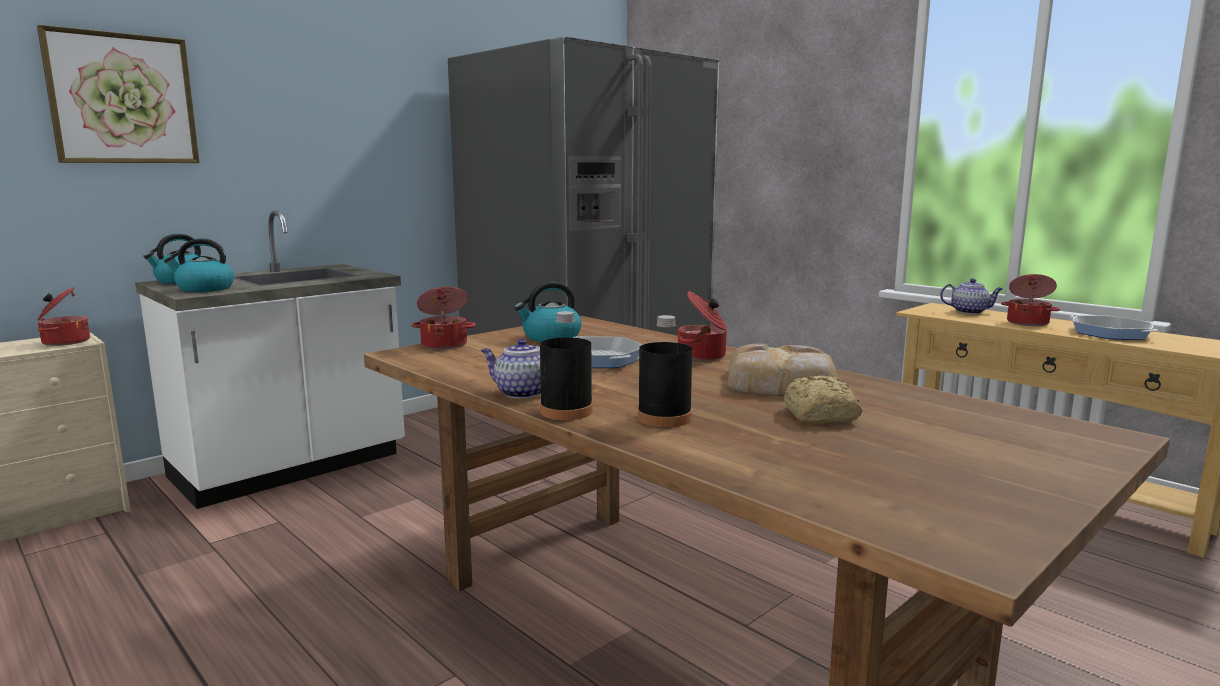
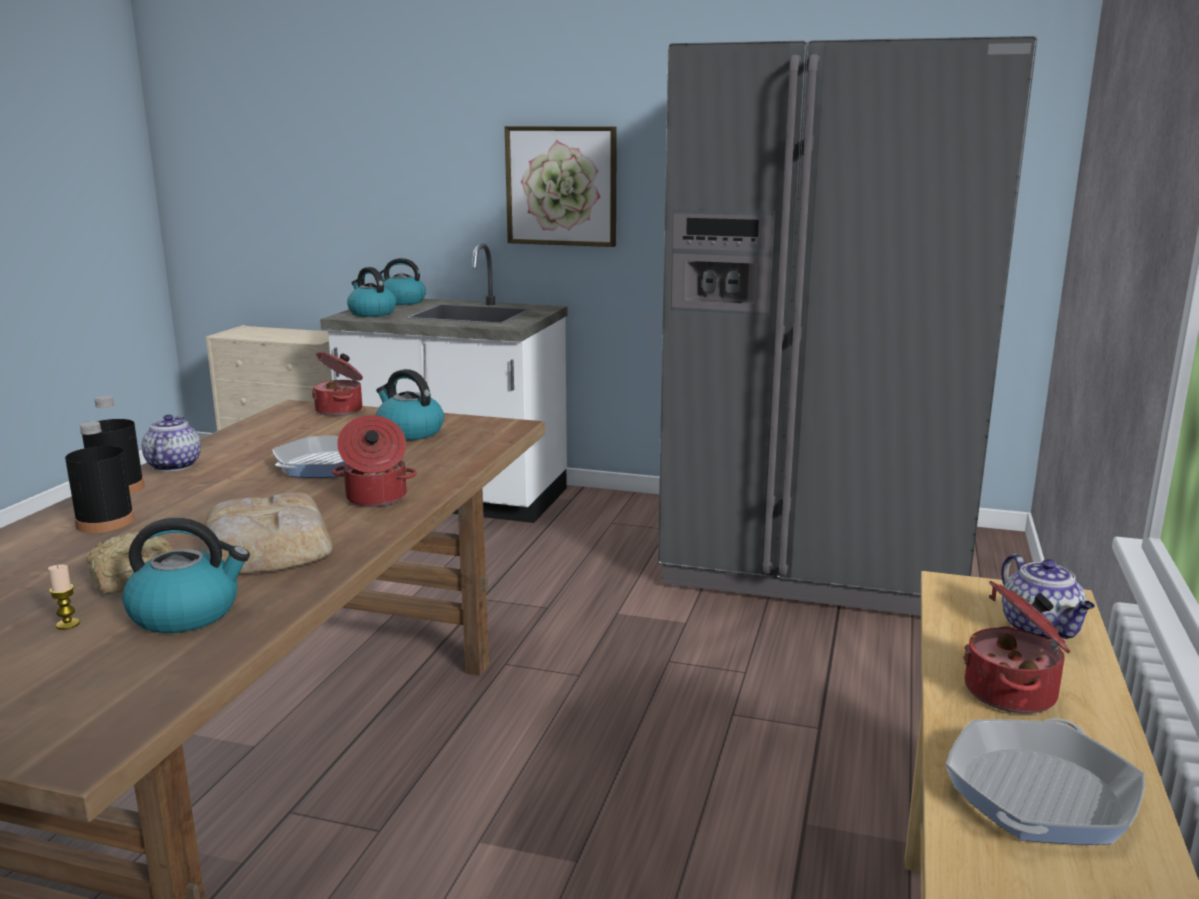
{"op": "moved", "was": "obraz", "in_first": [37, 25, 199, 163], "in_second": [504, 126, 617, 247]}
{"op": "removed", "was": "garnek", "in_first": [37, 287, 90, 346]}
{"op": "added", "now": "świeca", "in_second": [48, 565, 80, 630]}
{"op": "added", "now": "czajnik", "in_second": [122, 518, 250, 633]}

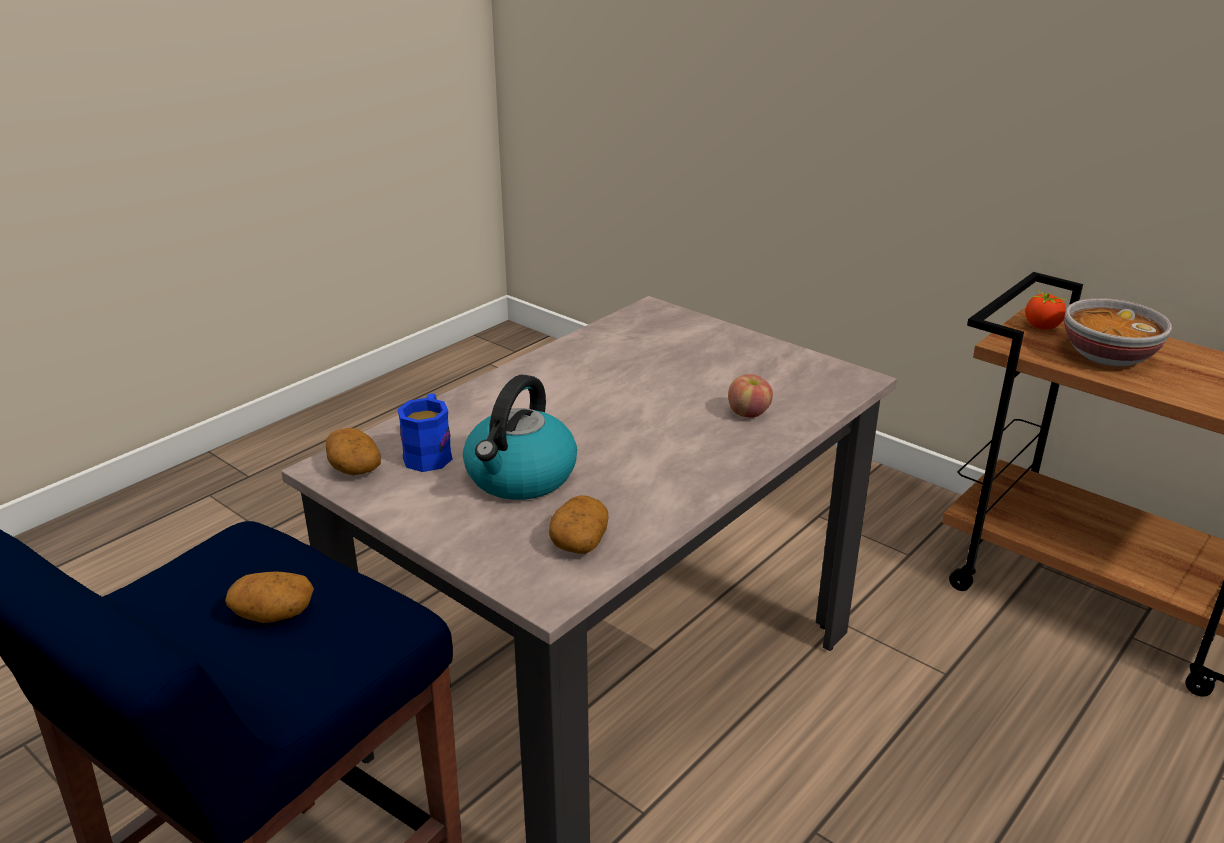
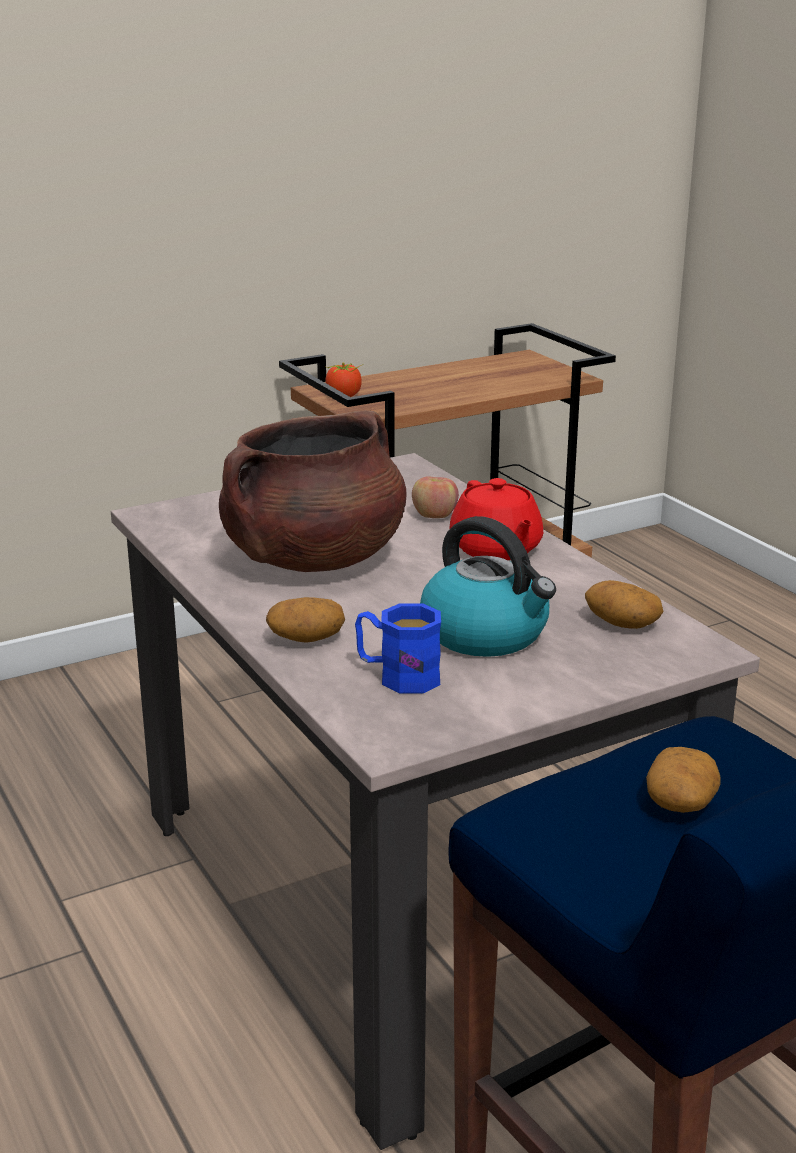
{"op": "moved", "was": "ziemniak", "in_first": [326, 428, 381, 475], "in_second": [266, 597, 345, 643]}
{"op": "removed", "was": "miska", "in_first": [1064, 298, 1172, 366]}
{"op": "added", "now": "garnek/brązowy", "in_second": [219, 411, 407, 572]}
{"op": "added", "now": "imbryk/czerwony", "in_second": [449, 478, 543, 560]}

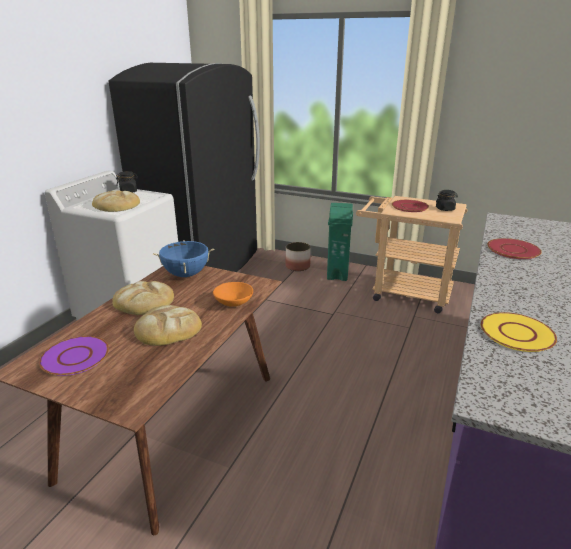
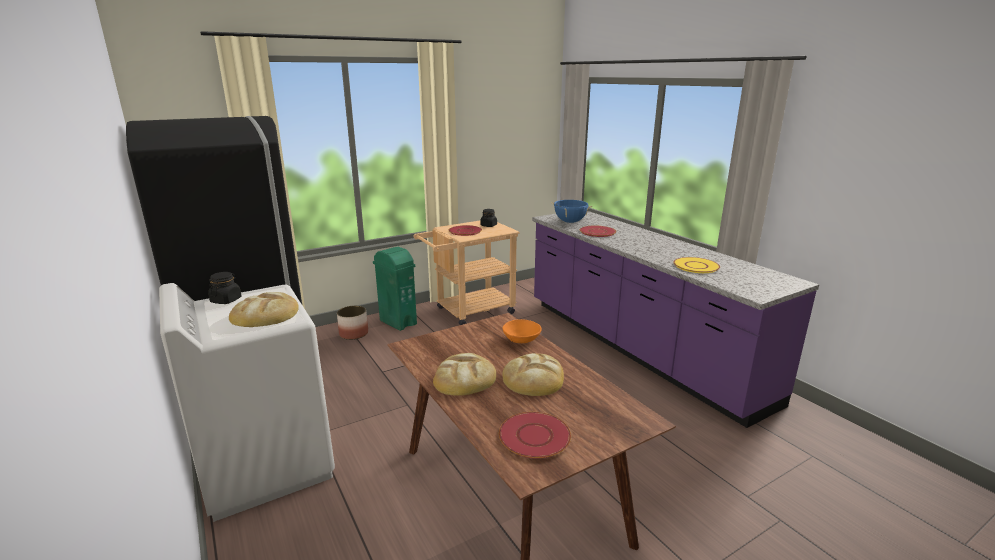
{"op": "recoloured", "was": "talerz/fioletowy", "now": "talerz/czerwony", "in_first": [39, 336, 109, 376], "in_second": [499, 412, 571, 458]}
{"op": "moved", "was": "garnek/niebieski", "in_first": [153, 240, 214, 277], "in_second": [551, 200, 592, 223]}

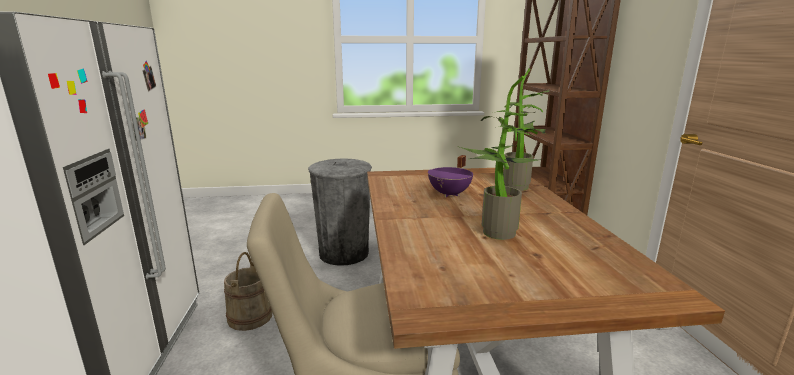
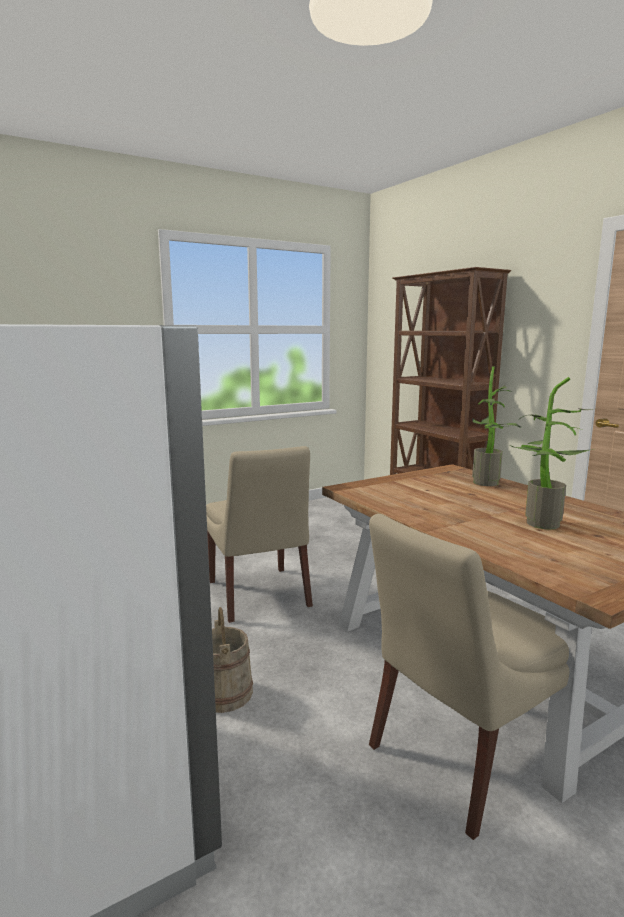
{"op": "replaced", "was": "kosz na śmieci/szary", "now": "krzesło/beżowy", "in_first": [308, 158, 372, 266], "in_second": [206, 446, 313, 623]}
{"op": "removed", "was": "garnek/fioletowy", "in_first": [428, 155, 473, 197]}

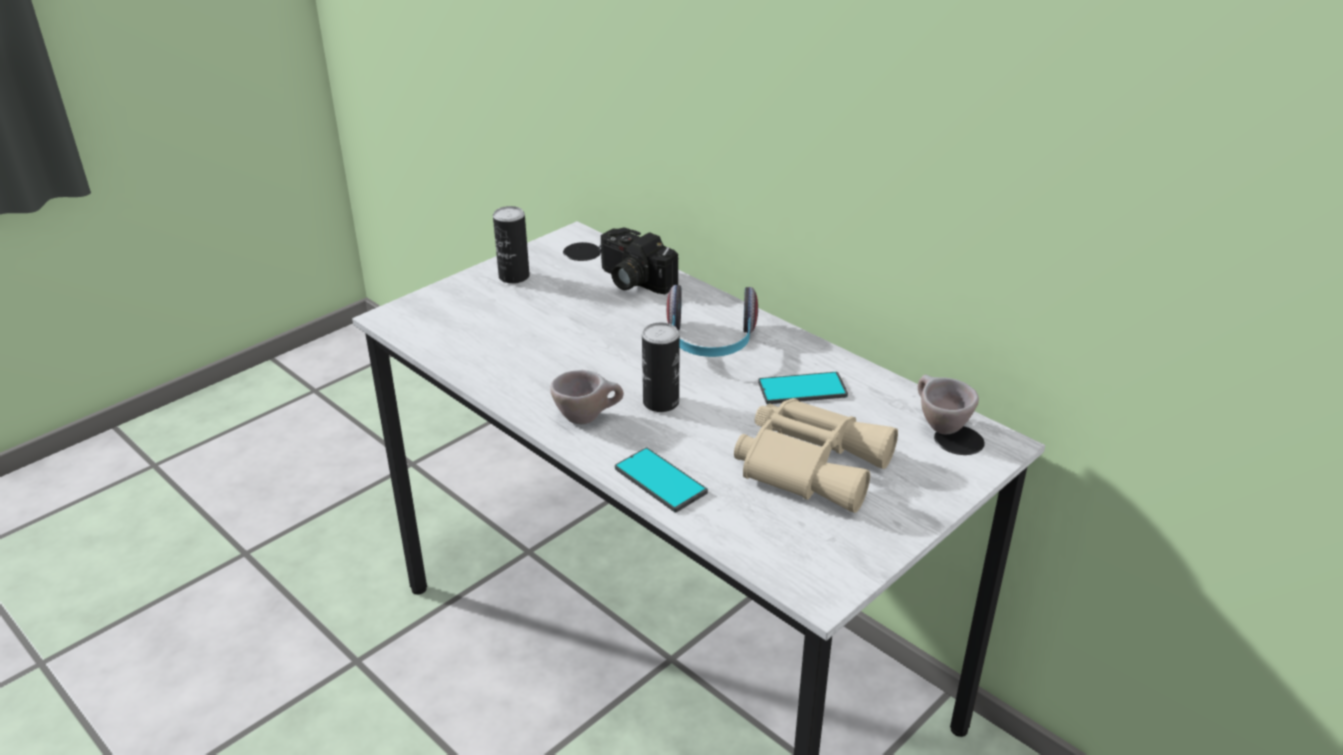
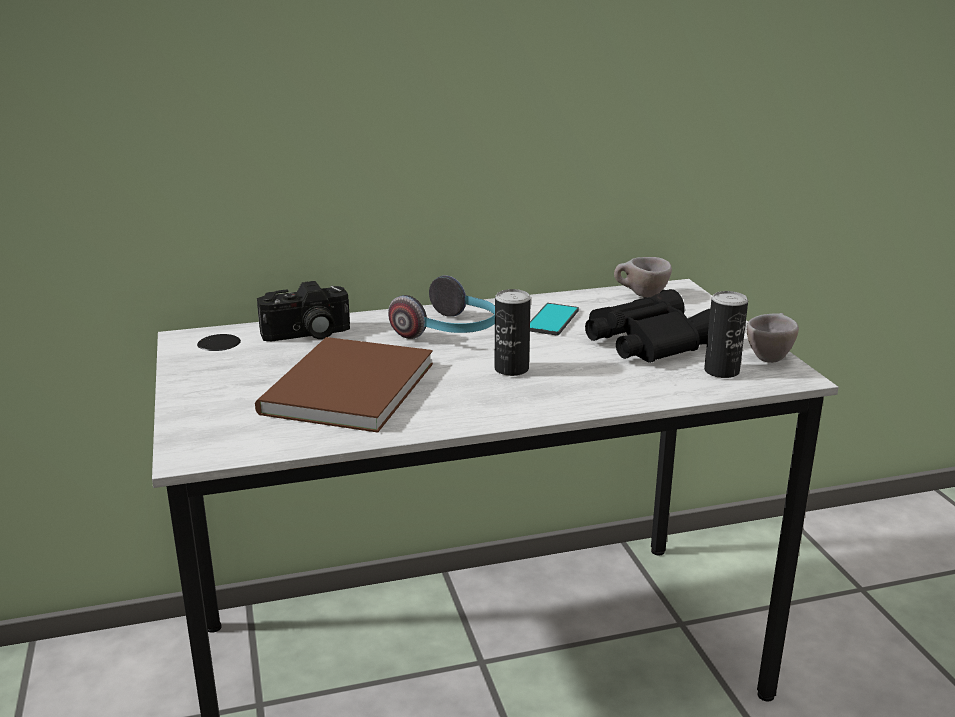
{"op": "moved", "was": "puszka", "in_first": [493, 206, 530, 284], "in_second": [704, 291, 748, 378]}
{"op": "moved", "was": "filiżanka/beżowy", "in_first": [550, 370, 624, 424], "in_second": [747, 313, 799, 363]}
{"op": "removed", "was": "telefon", "in_first": [615, 448, 708, 512]}
{"op": "recoloured", "was": "lornetka/beżowy", "now": "lornetka/czarny", "in_first": [734, 398, 898, 513], "in_second": [585, 289, 711, 363]}
{"op": "added", "now": "książka/brązowy", "in_second": [255, 337, 433, 433]}

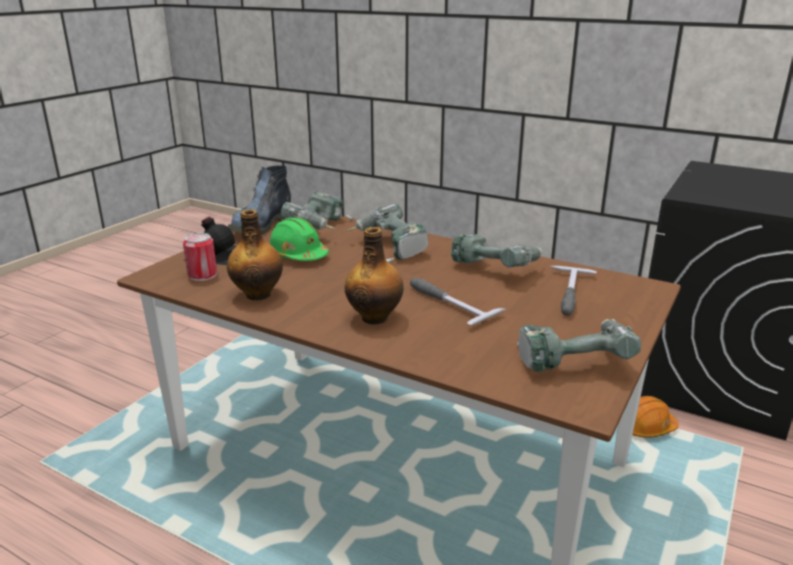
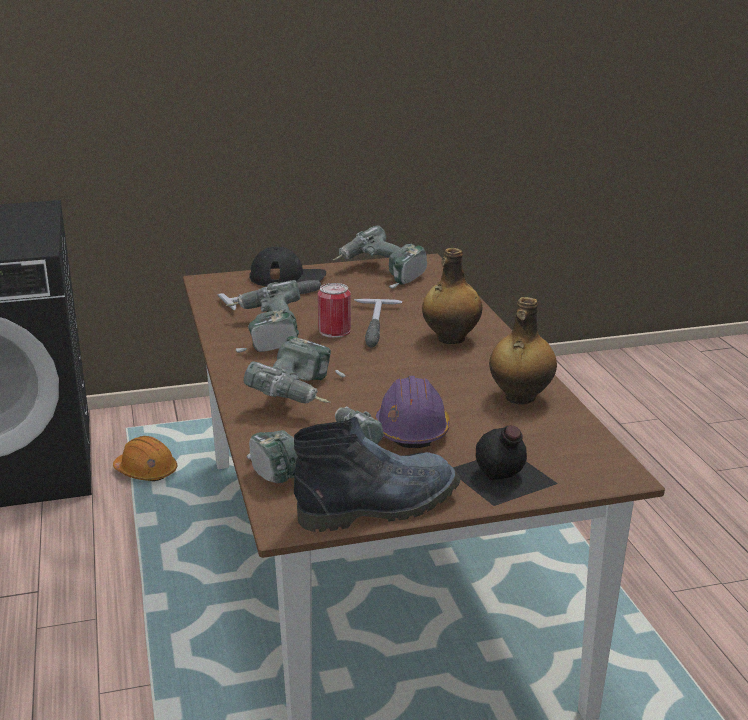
{"op": "moved", "was": "puszka", "in_first": [183, 233, 217, 281], "in_second": [318, 283, 351, 338]}
{"op": "recoloured", "was": "kask/zielony", "now": "kask/fioletowy", "in_first": [269, 217, 329, 261], "in_second": [375, 376, 450, 449]}
{"op": "added", "now": "czapka z daszkiem/czarny", "in_second": [249, 247, 326, 287]}

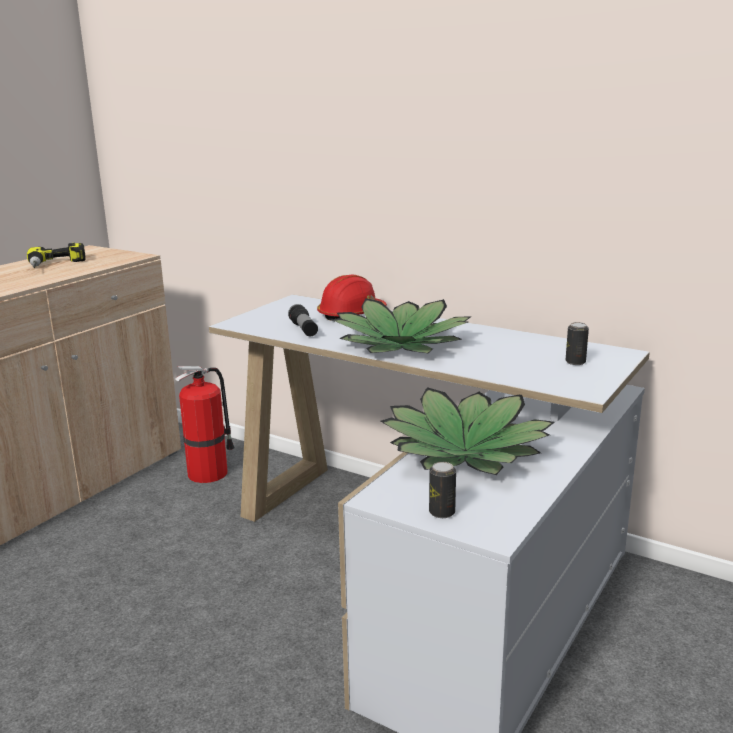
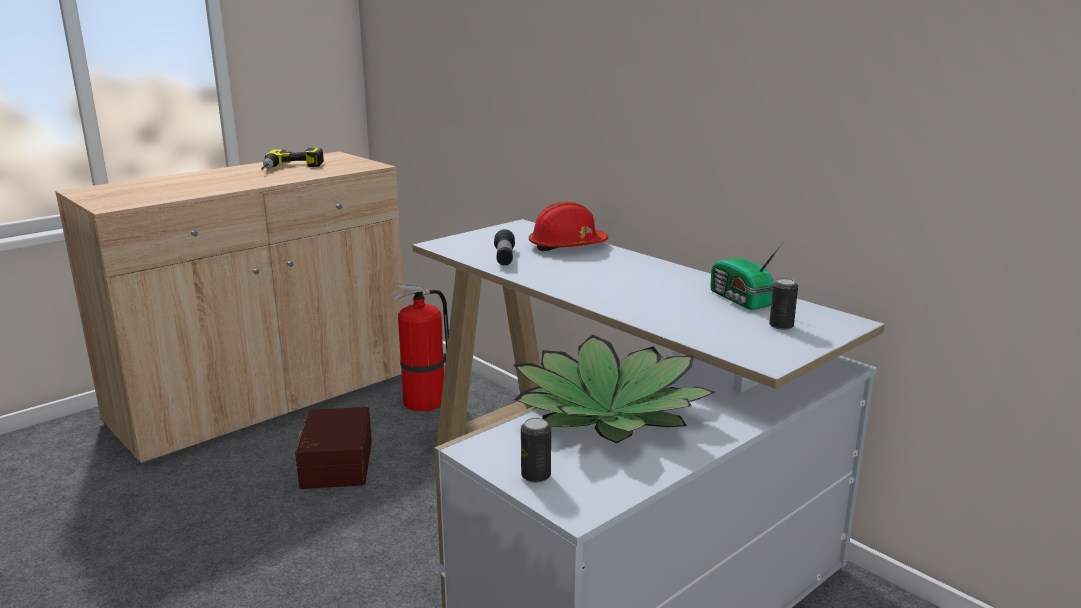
{"op": "removed", "was": "roślina doniczkowa", "in_first": [332, 298, 471, 353]}
{"op": "added", "now": "pojemnik do przechowywania/brązowy", "in_second": [295, 407, 372, 489]}
{"op": "added", "now": "radio", "in_second": [710, 242, 783, 310]}

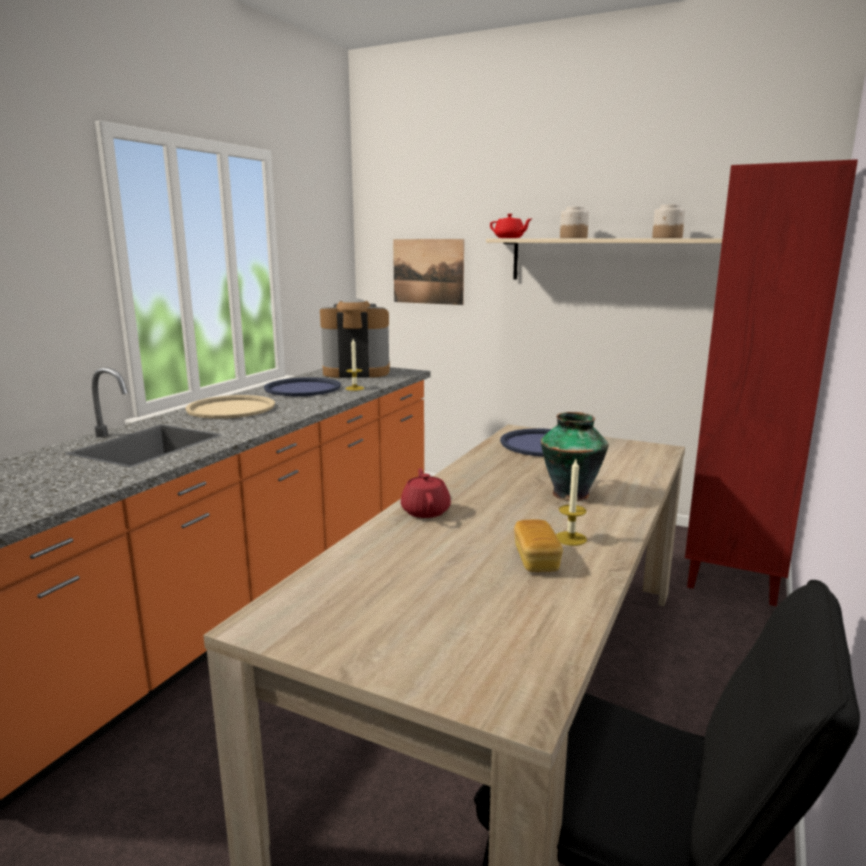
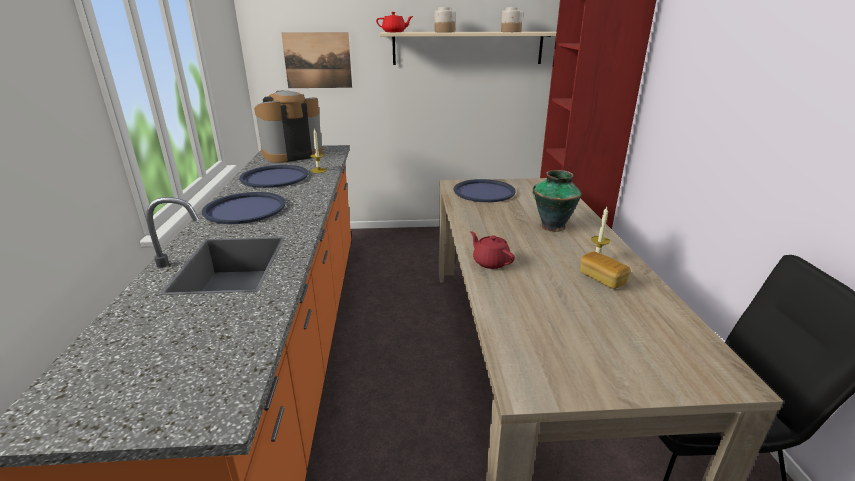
{"op": "recoloured", "was": "taca/beżowy", "now": "taca/niebieski", "in_first": [185, 395, 275, 419], "in_second": [202, 192, 286, 224]}

